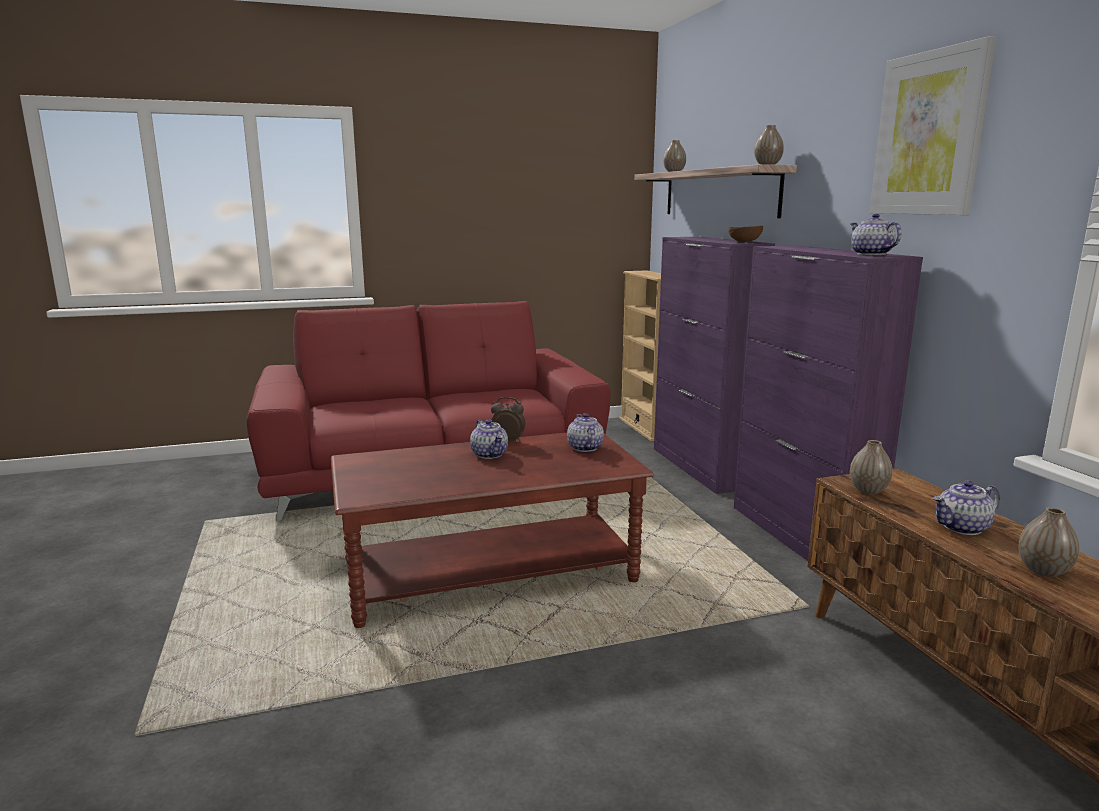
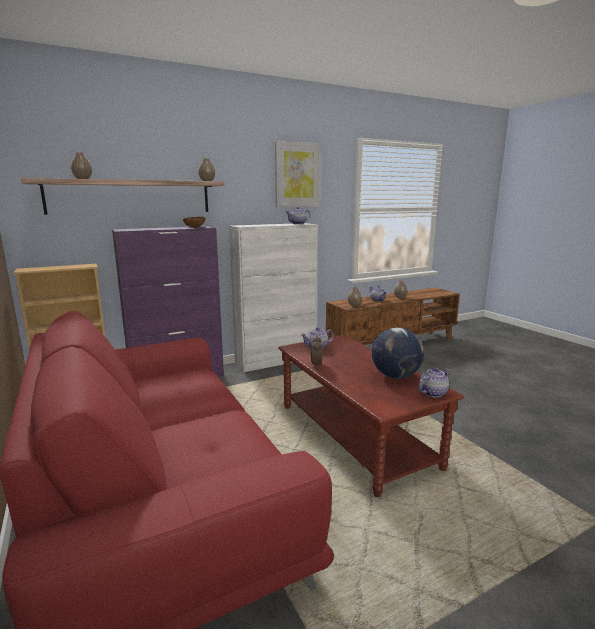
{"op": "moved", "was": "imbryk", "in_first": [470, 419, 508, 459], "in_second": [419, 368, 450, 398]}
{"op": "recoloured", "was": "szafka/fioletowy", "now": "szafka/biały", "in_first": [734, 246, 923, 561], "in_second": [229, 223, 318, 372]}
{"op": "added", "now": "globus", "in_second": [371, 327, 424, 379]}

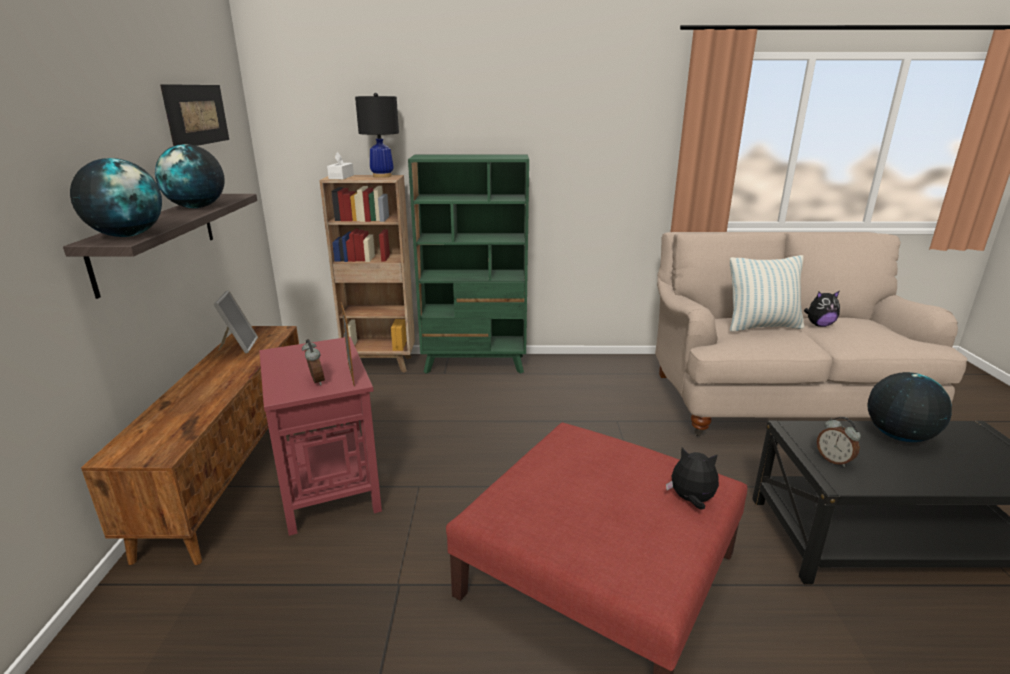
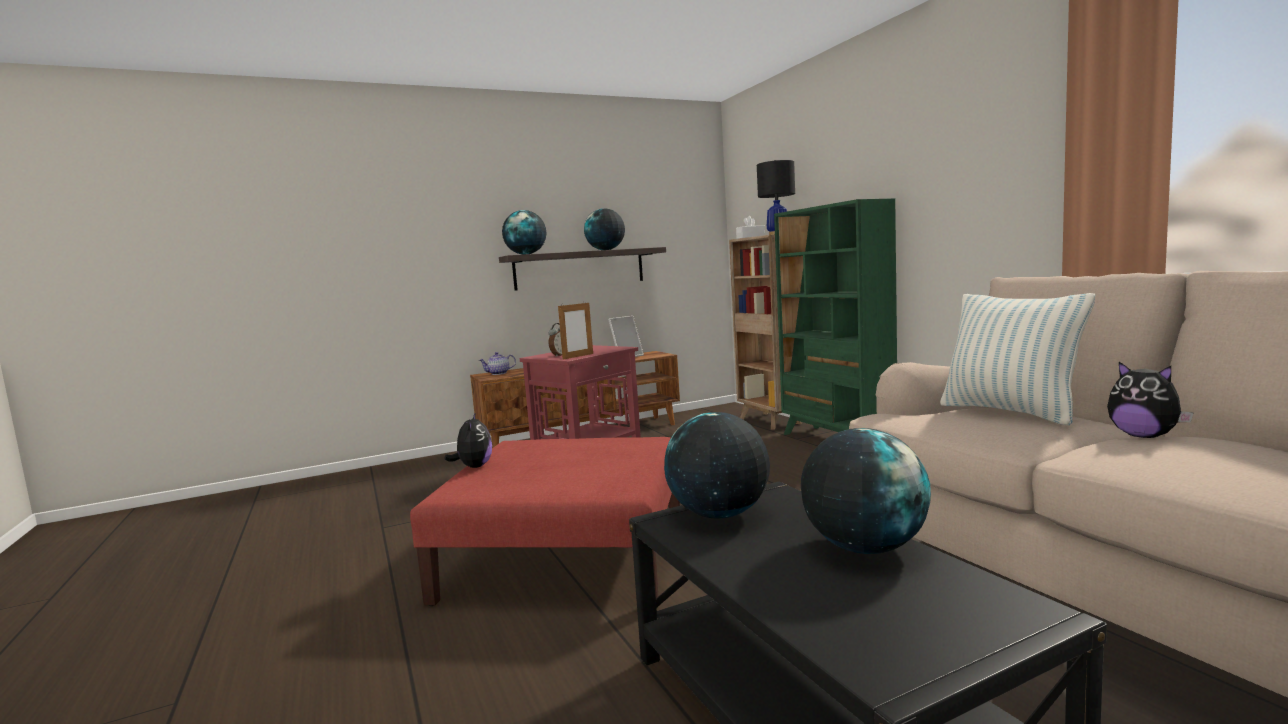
{"op": "removed", "was": "obraz", "in_first": [160, 84, 229, 146]}
{"op": "moved", "was": "pluszak", "in_first": [666, 448, 719, 509], "in_second": [444, 412, 492, 468]}
{"op": "replaced", "was": "budzik", "now": "globus", "in_first": [817, 417, 861, 467], "in_second": [664, 412, 770, 519]}
{"op": "added", "now": "imbryk", "in_second": [479, 352, 516, 375]}

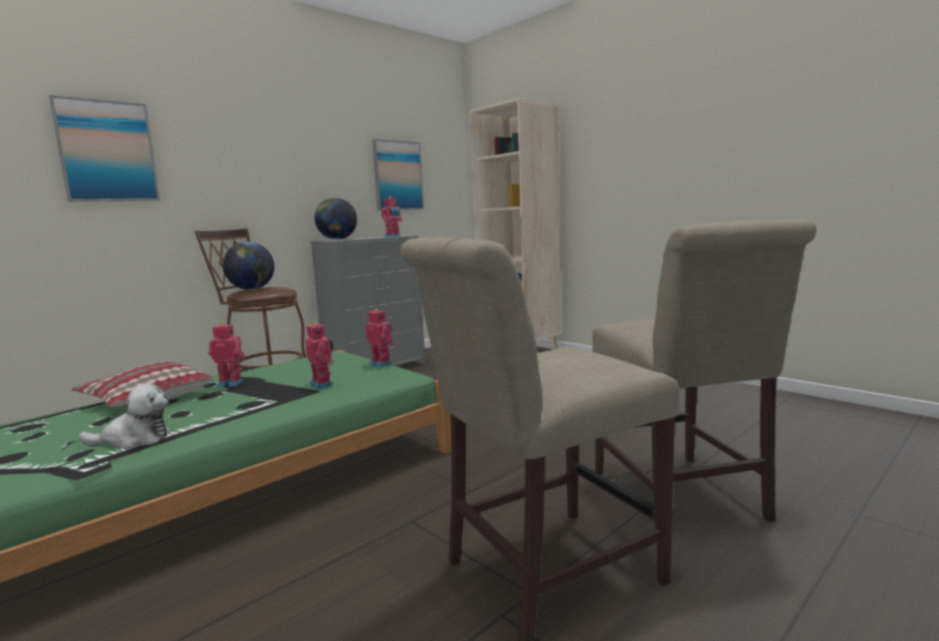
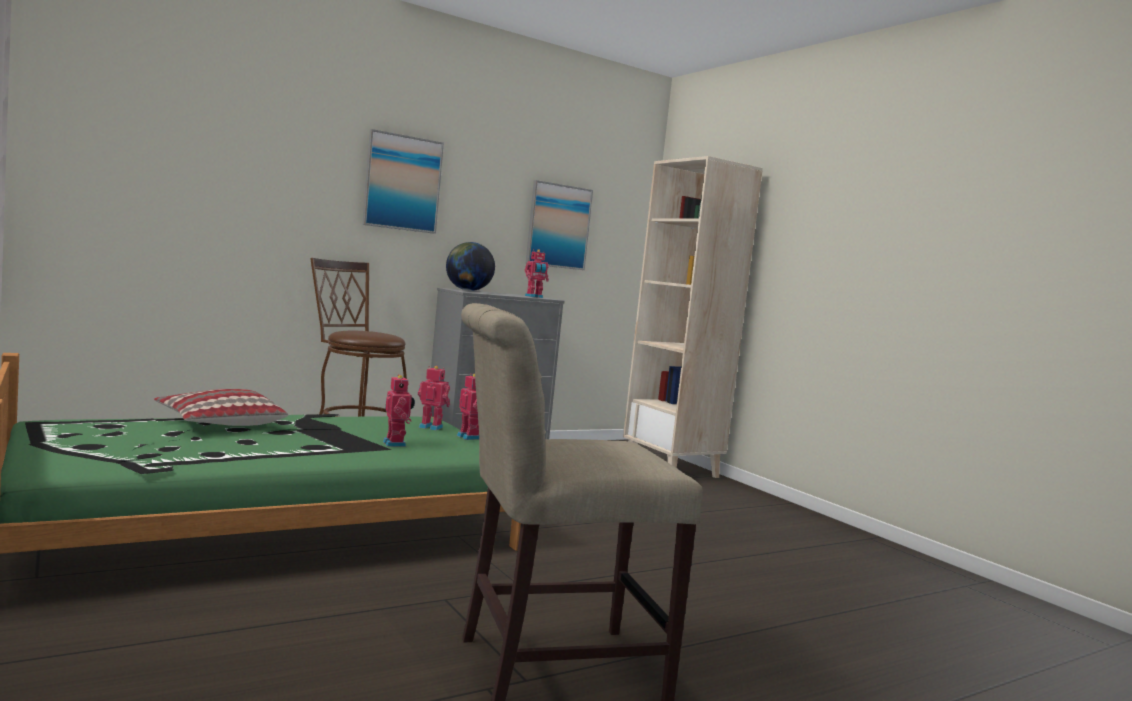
{"op": "moved", "was": "obraz", "in_first": [49, 95, 160, 202], "in_second": [362, 129, 444, 234]}
{"op": "removed", "was": "pluszak", "in_first": [79, 384, 171, 450]}
{"op": "moved", "was": "robot zabawkowy", "in_first": [208, 322, 246, 387], "in_second": [418, 366, 450, 430]}
{"op": "removed", "was": "globus", "in_first": [223, 242, 275, 290]}
{"op": "removed", "was": "krzesło/beżowy", "in_first": [592, 219, 816, 529]}

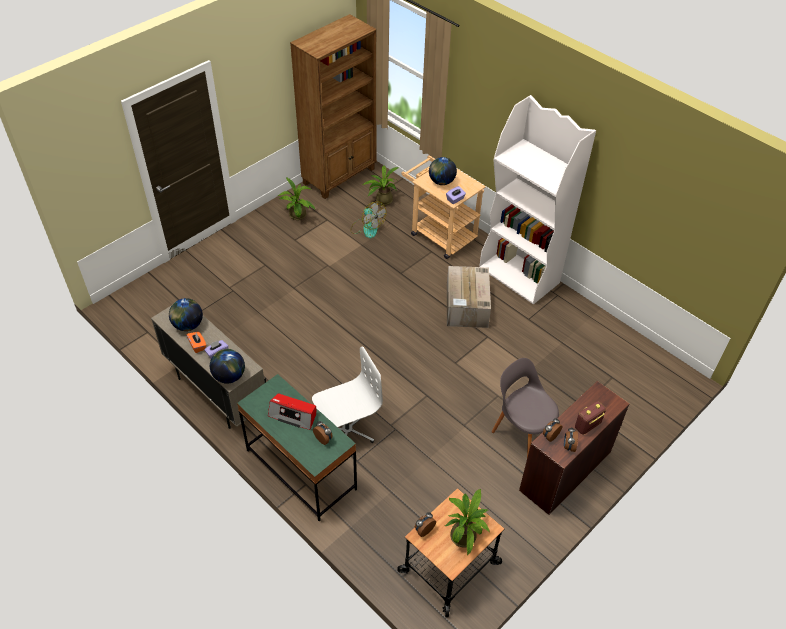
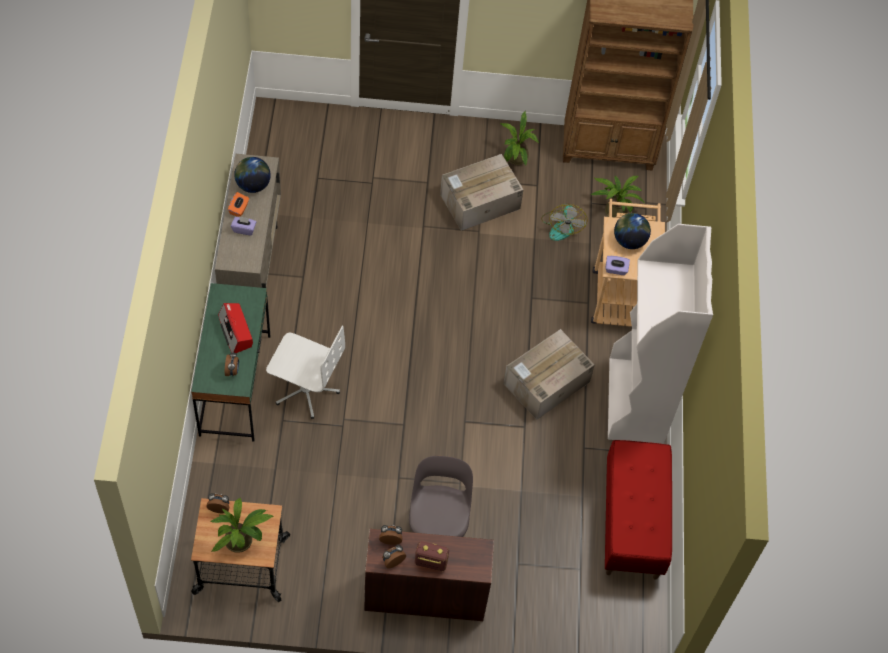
{"op": "removed", "was": "globus", "in_first": [210, 349, 245, 384]}
{"op": "added", "now": "karton", "in_second": [440, 154, 524, 231]}
{"op": "added", "now": "ławka/czerwony", "in_second": [605, 440, 672, 580]}

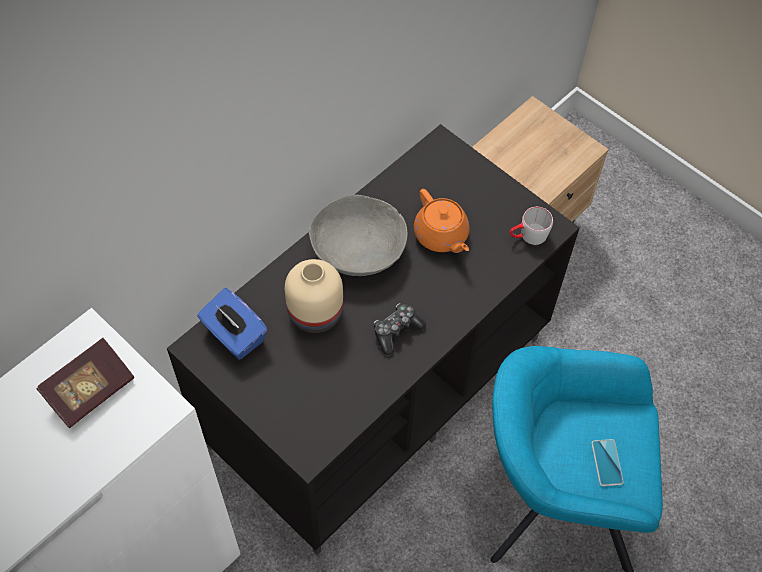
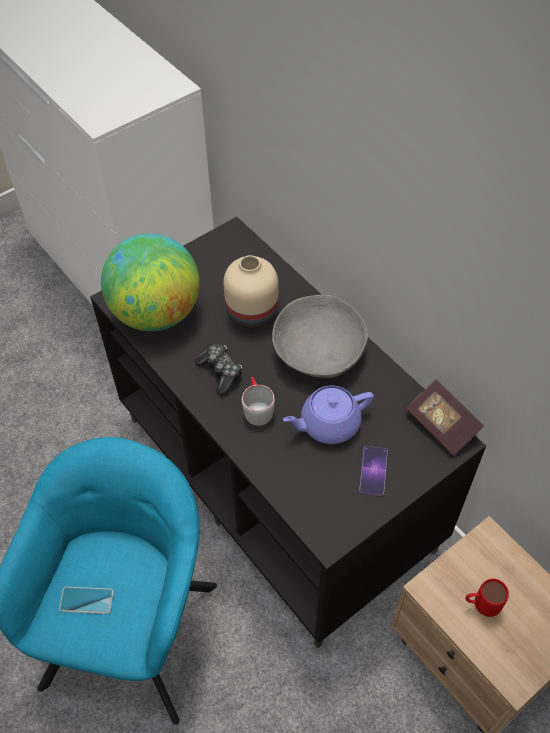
{"op": "moved", "was": "książka", "in_first": [37, 338, 134, 428], "in_second": [406, 380, 484, 456]}
{"op": "removed", "was": "pudełko chusteczek/niebieski", "in_first": [197, 288, 268, 360]}
{"op": "recoloured", "was": "imbryk/pomarańczowy", "now": "imbryk/fioletowy", "in_first": [414, 189, 469, 253], "in_second": [283, 385, 374, 444]}
{"op": "moved", "was": "kubek/szary", "in_first": [510, 207, 553, 245], "in_second": [241, 377, 275, 426]}
{"op": "added", "now": "globus", "in_second": [101, 233, 200, 331]}
{"op": "added", "now": "telefon", "in_second": [359, 446, 388, 496]}
{"op": "added", "now": "kubek/czerwony", "in_second": [465, 579, 509, 617]}

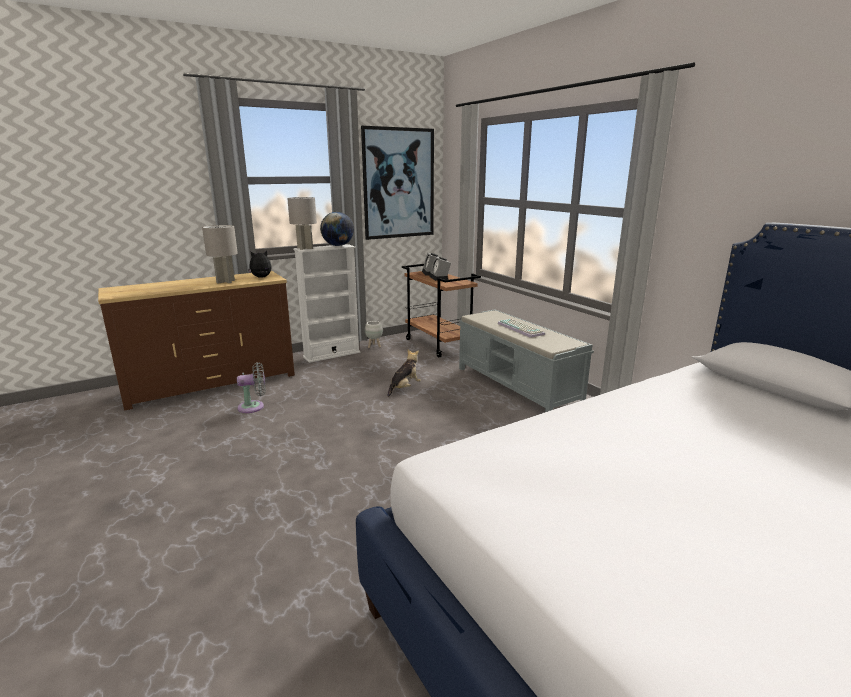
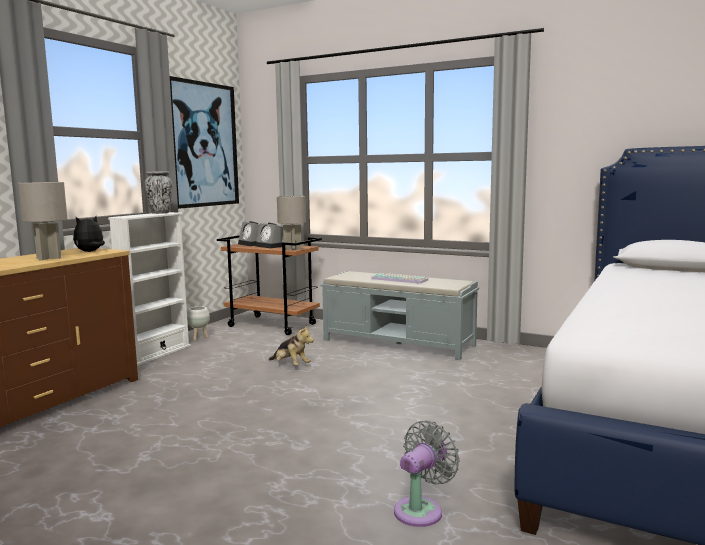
{"op": "moved", "was": "wentylator/szary", "in_first": [237, 362, 266, 413], "in_second": [394, 420, 460, 527]}
{"op": "moved", "was": "lampa stołowa/szary", "in_first": [287, 197, 317, 250], "in_second": [277, 196, 306, 250]}
{"op": "replaced", "was": "globus", "now": "wazon", "in_first": [320, 212, 354, 246], "in_second": [144, 171, 173, 214]}
{"op": "turned", "was": "pluszak", "in_first": [387, 350, 421, 397], "in_second": [269, 325, 314, 365], "clockwise": 120}

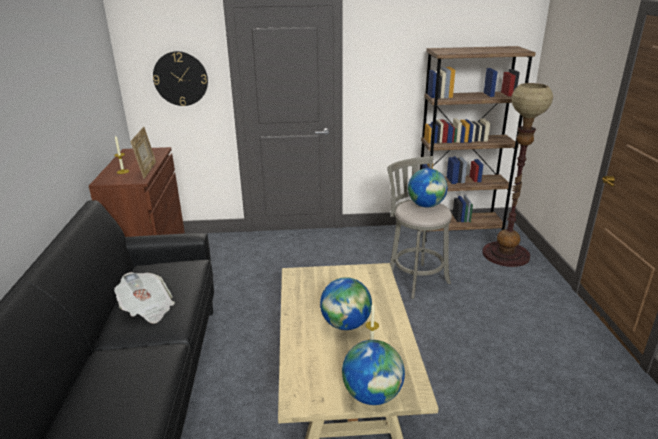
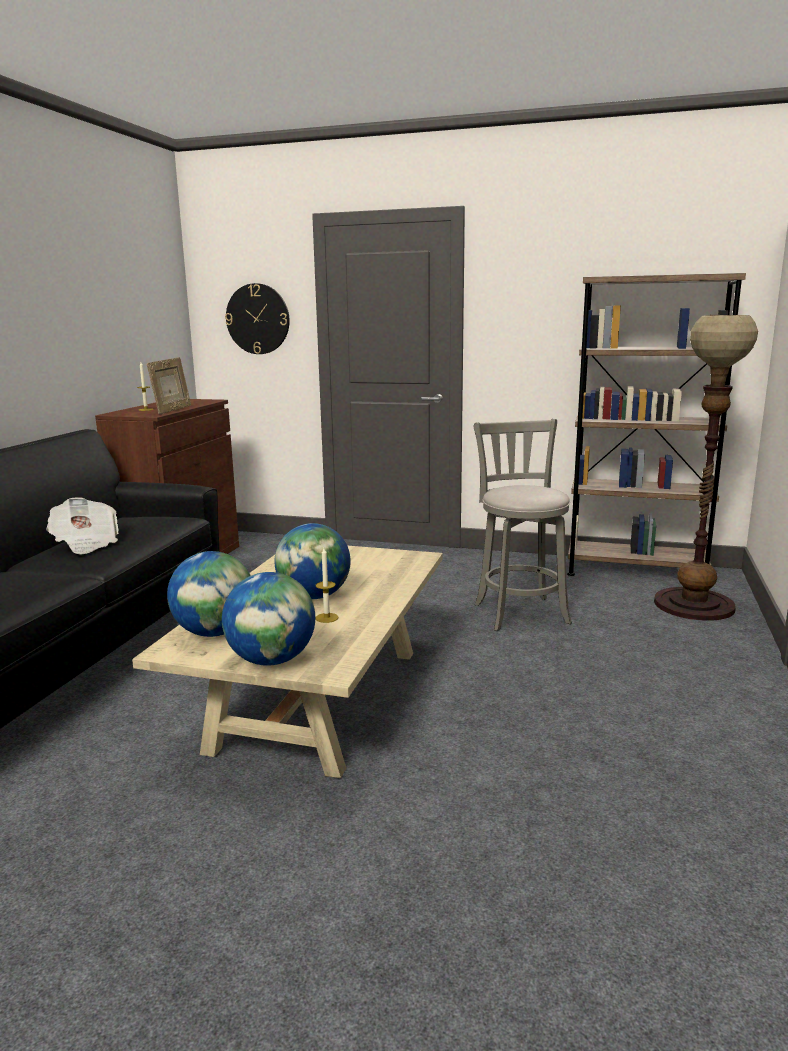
{"op": "moved", "was": "globus", "in_first": [408, 168, 448, 207], "in_second": [167, 551, 251, 637]}

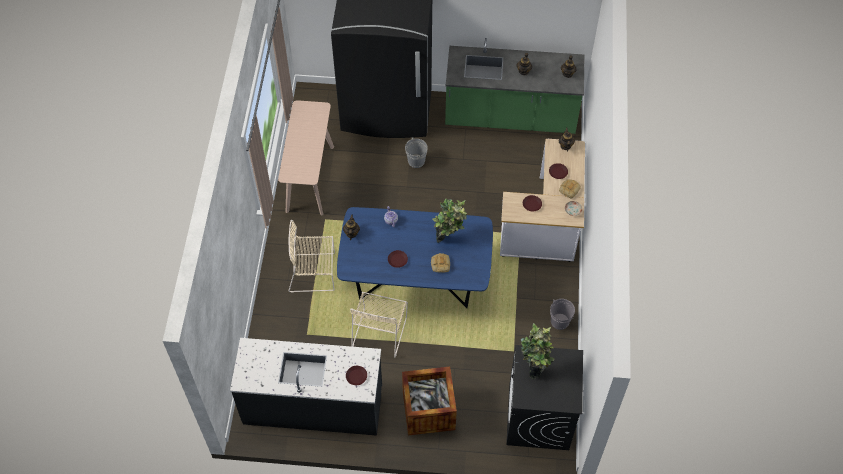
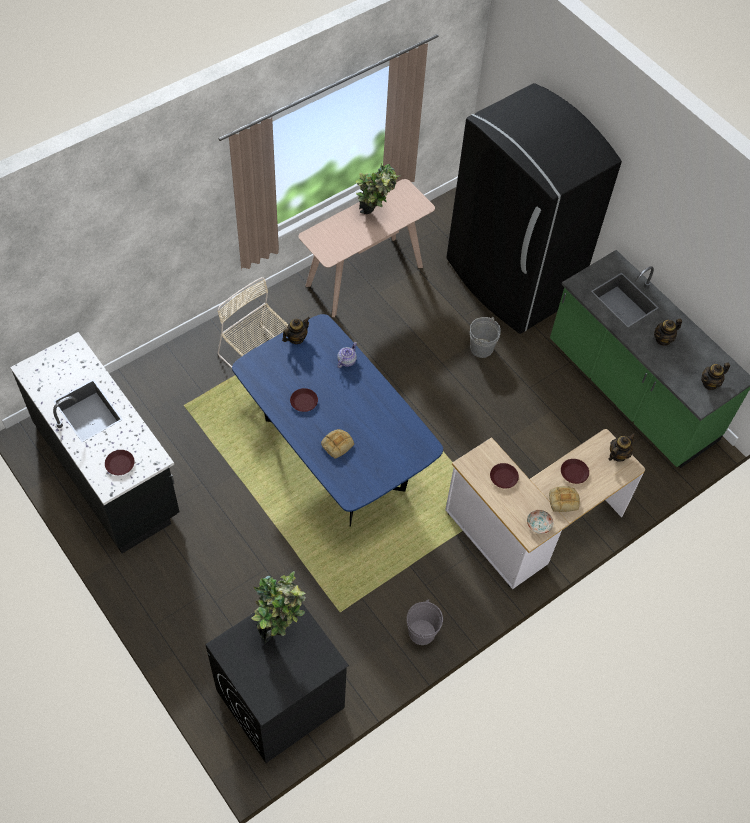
{"op": "removed", "was": "krzesło/beżowy", "in_first": [350, 292, 408, 358]}
{"op": "removed", "was": "skrzynka", "in_first": [402, 367, 457, 435]}
{"op": "moved", "was": "roślina doniczkowa", "in_first": [433, 199, 467, 243], "in_second": [356, 164, 400, 214]}

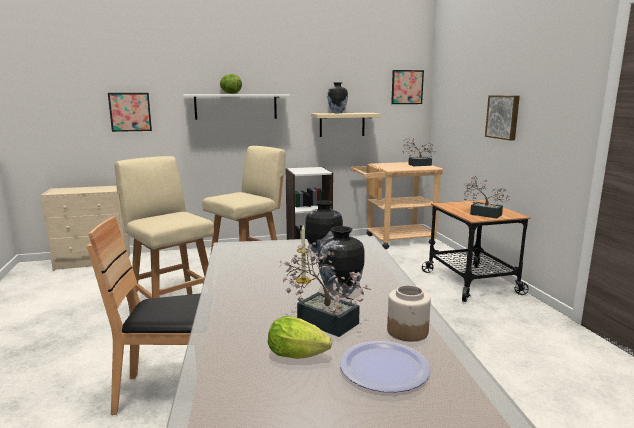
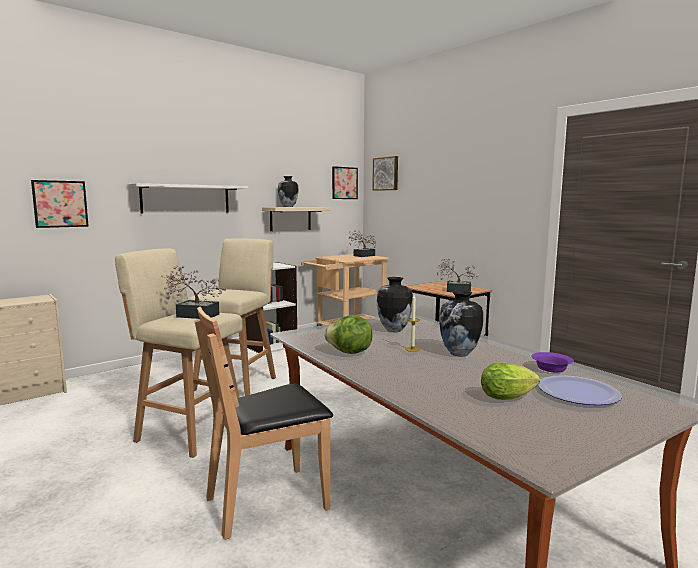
{"op": "moved", "was": "sałata", "in_first": [220, 74, 242, 94], "in_second": [324, 316, 373, 354]}
{"op": "moved", "was": "roślina doniczkowa", "in_first": [280, 242, 371, 337], "in_second": [161, 265, 226, 319]}
{"op": "replaced", "was": "słoik", "now": "miska/fioletowy", "in_first": [387, 285, 431, 342], "in_second": [531, 352, 574, 373]}
{"op": "moved", "was": "obraz", "in_first": [485, 95, 520, 141], "in_second": [372, 156, 398, 191]}

